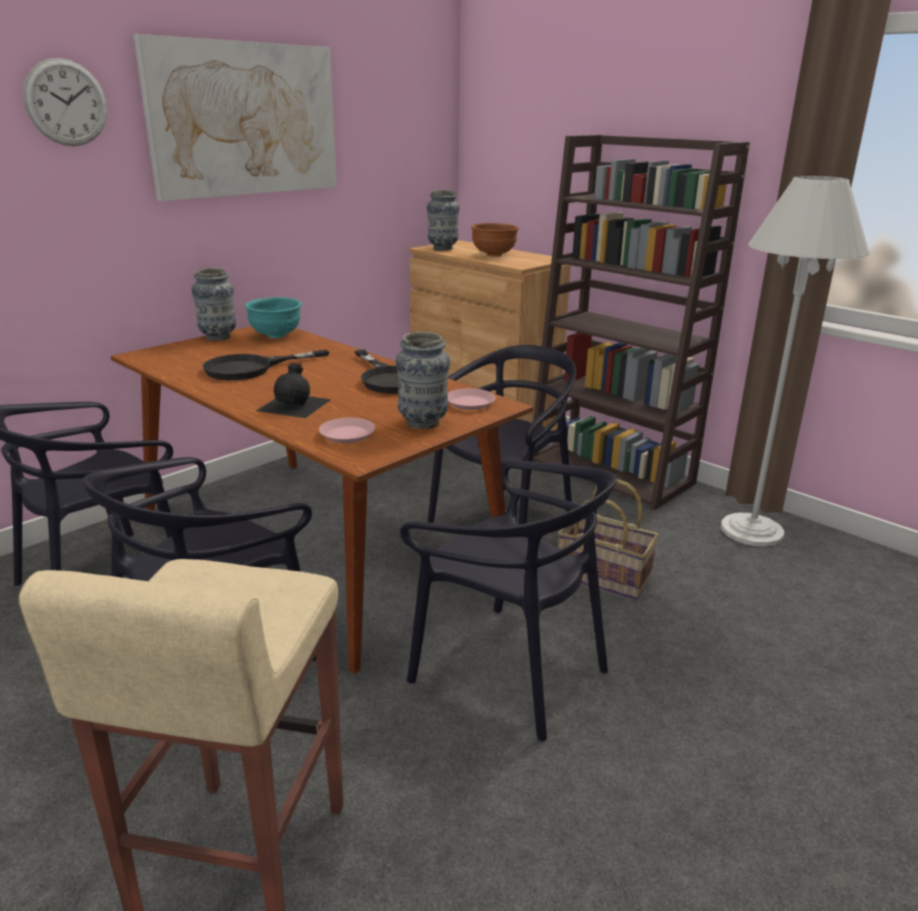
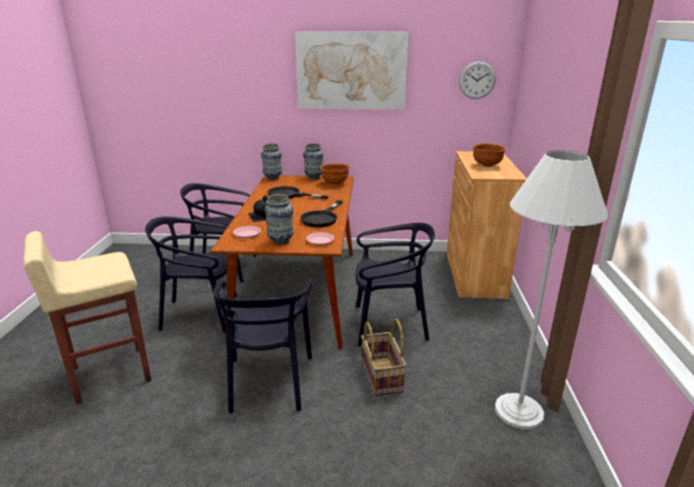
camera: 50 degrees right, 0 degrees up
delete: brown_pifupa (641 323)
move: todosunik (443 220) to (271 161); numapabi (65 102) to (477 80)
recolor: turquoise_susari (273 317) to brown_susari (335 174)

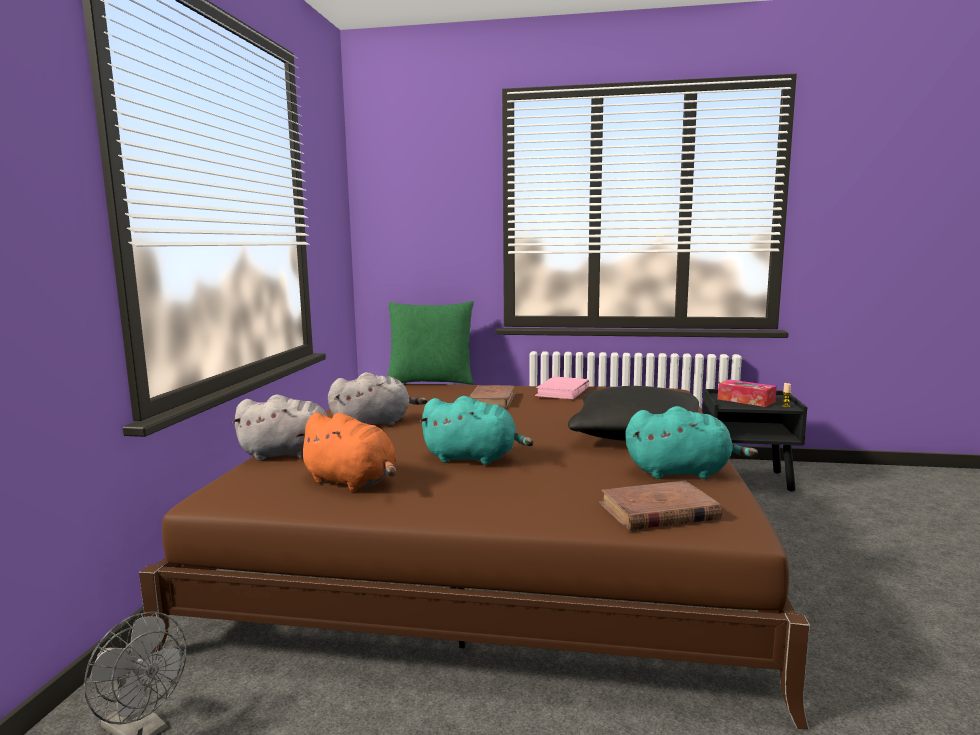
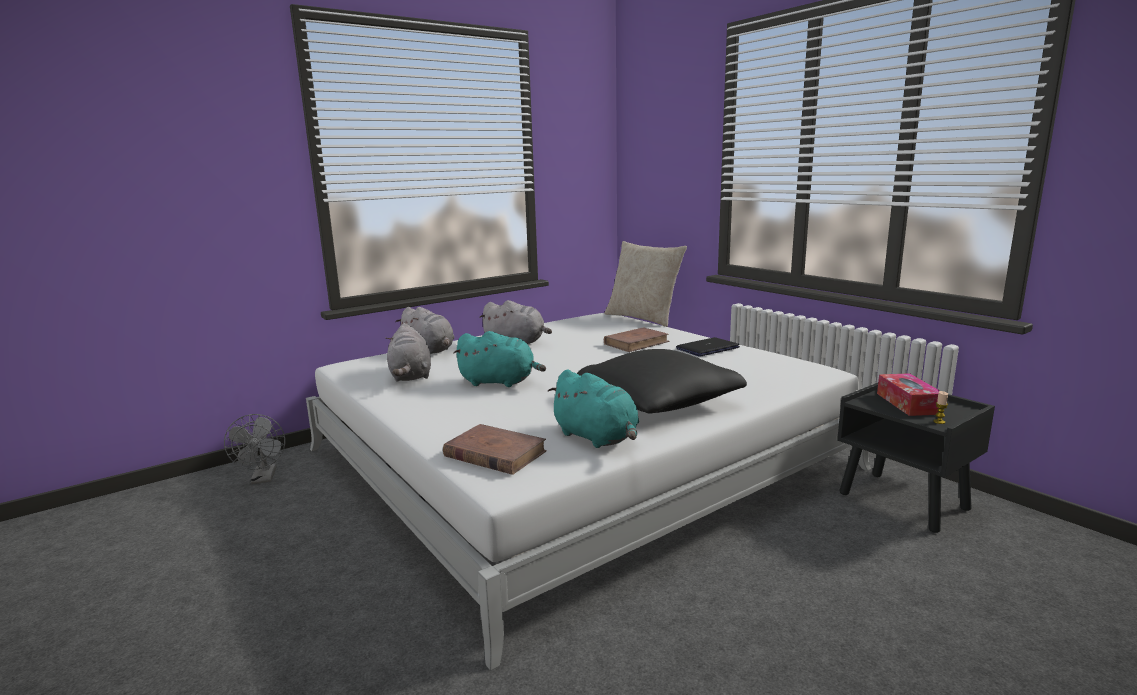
camera: 45 degrees right, 5 degrees up
replace: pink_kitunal (562 388) to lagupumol (708 347)
recolor: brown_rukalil (474 557) to white_rukalil (588 492); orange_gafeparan (346 452) to grey_gafeparan (408 352); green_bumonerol (430 343) to beige_bumonerol (645 284)
rotate: turquoise_gafeparan (476 430) = (499 359) 45 degrees counterclockwise

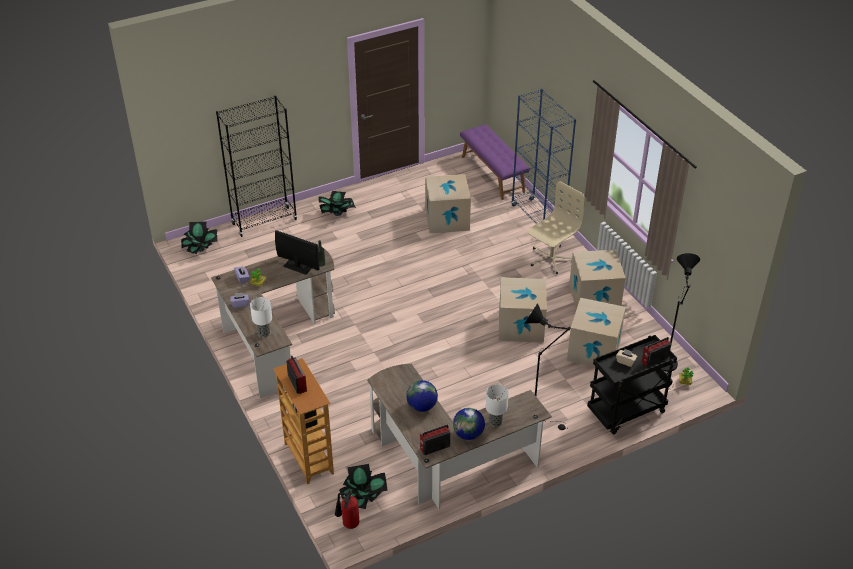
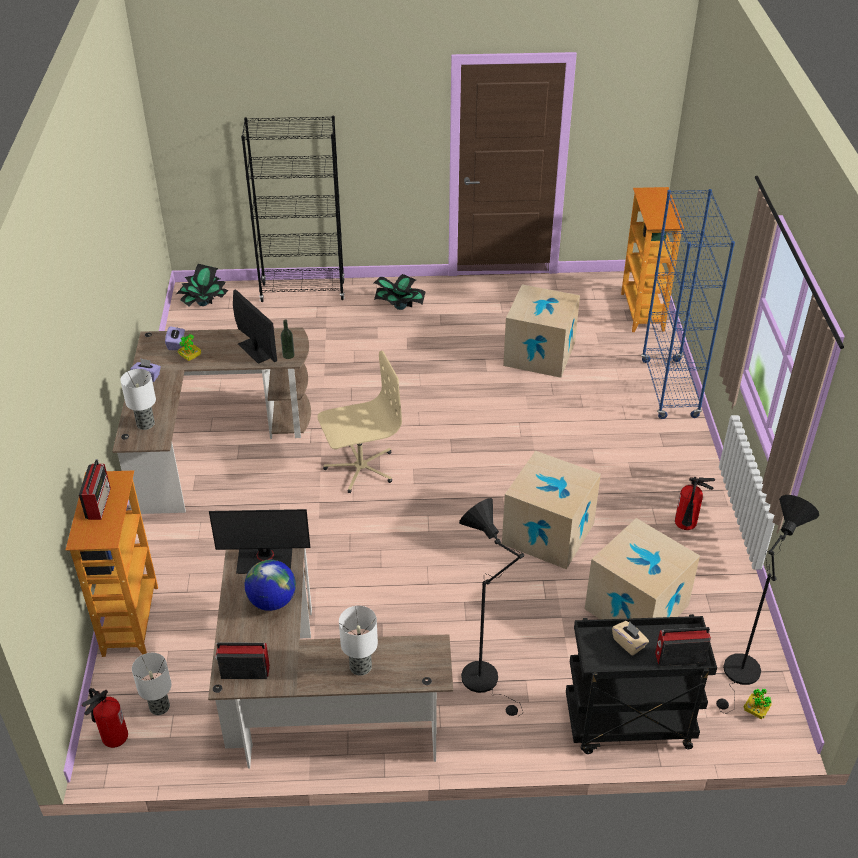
camera: 25 degrees right, 0 degrees up
delete: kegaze (469 424)
insert: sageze (259 541)
move: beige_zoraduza (556 227) to (360 422)
replace: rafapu (363 486) to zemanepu (152 684); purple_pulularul (495 162) to pifupa (653 259); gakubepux (597 279) to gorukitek (695 503)

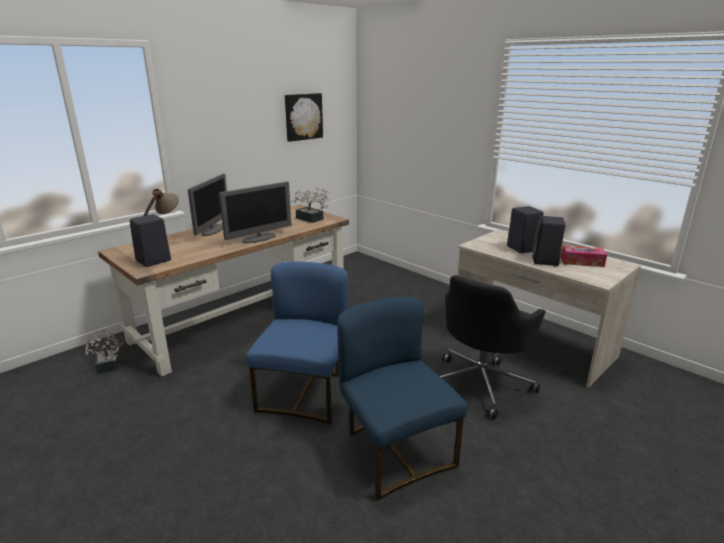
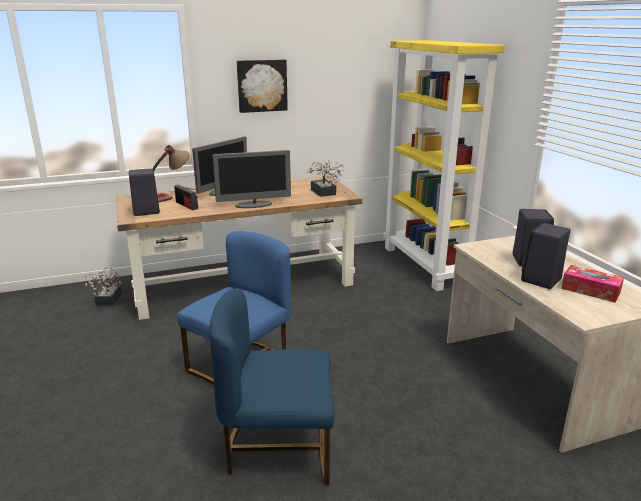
camera: 25 degrees right, 0 degrees up
delete: black_zoraduza (493 347)
insert: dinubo (186 197); yellow_pifupa (444 165)
move: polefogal (304 117) to (262 86)
rotate: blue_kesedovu (402 399) = (272 387) 90 degrees counterclockwise

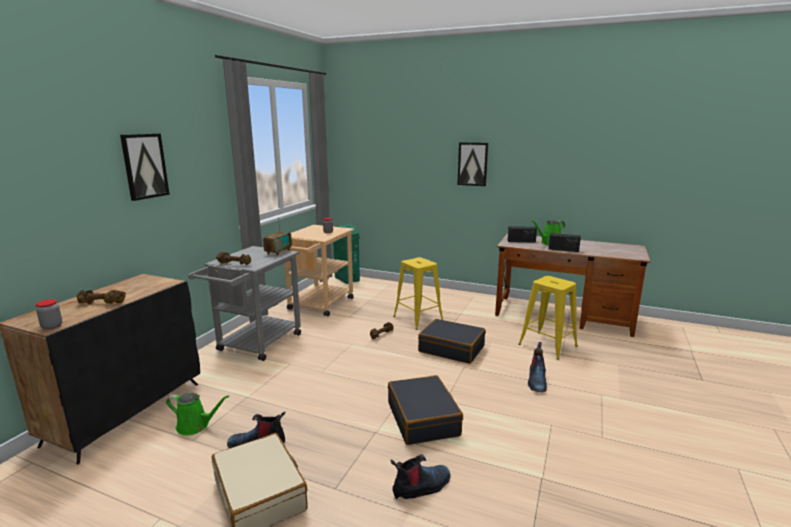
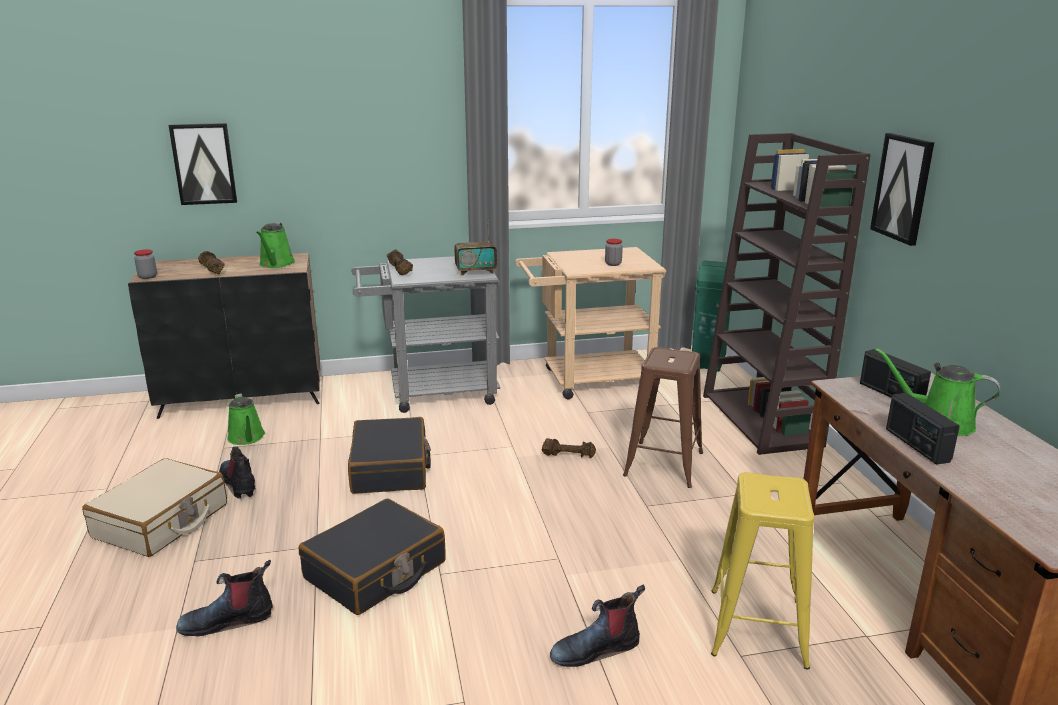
camera: 55 degrees right, 5 degrees up
insert: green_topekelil (275 245); brown_pifupa (787 294)
move: polefogal (145 167) to (202 164); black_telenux (452 341) to (389 455)
recolor: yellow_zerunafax (418 293) to brown_zerunafax (663 417)
rotate: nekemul (420 476) = (224 598) 135 degrees clockwise

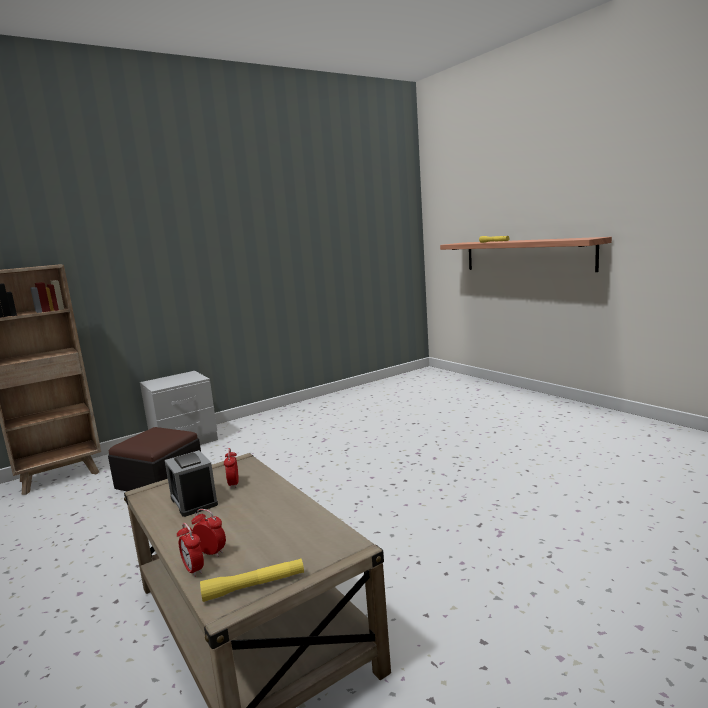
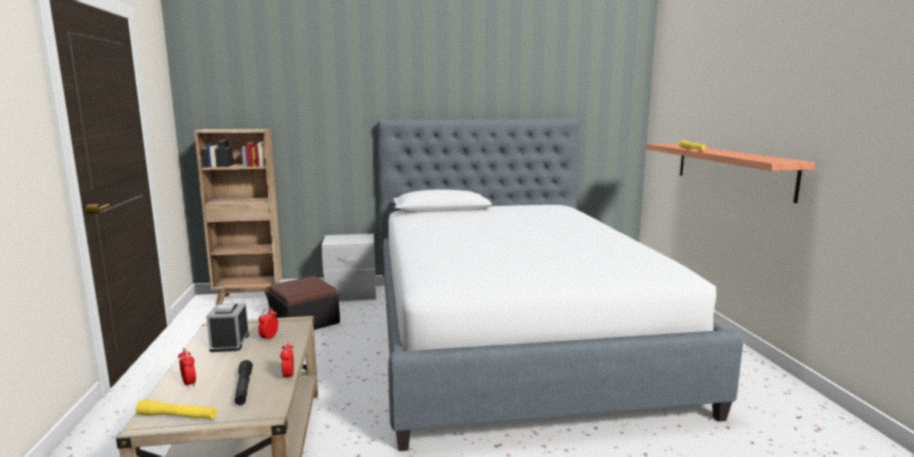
camera: 25 degrees right, 0 degrees up
insert: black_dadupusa (244 382); rukalil (560 284)
move: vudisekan (190 550) to (287 360)

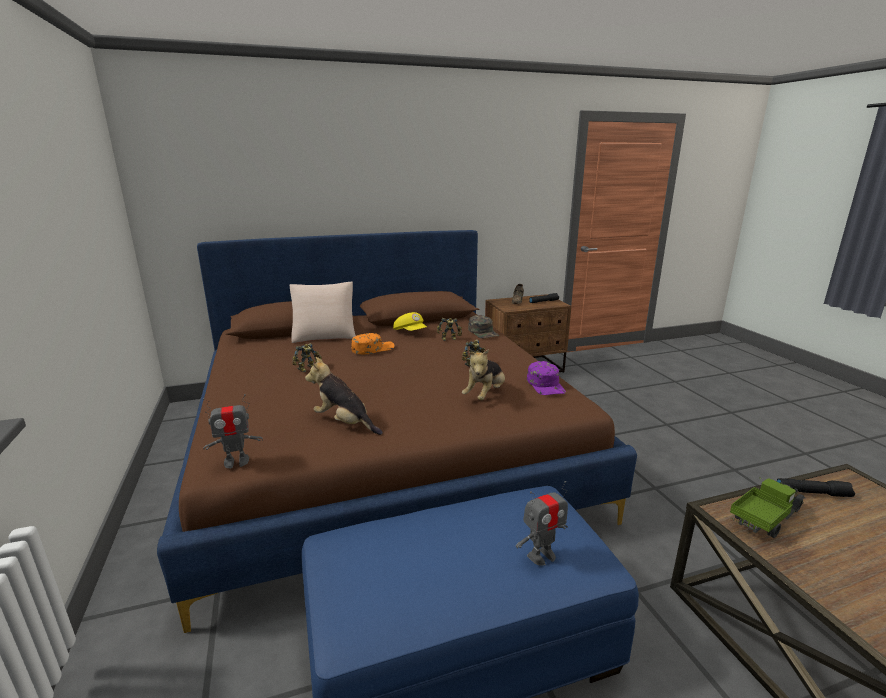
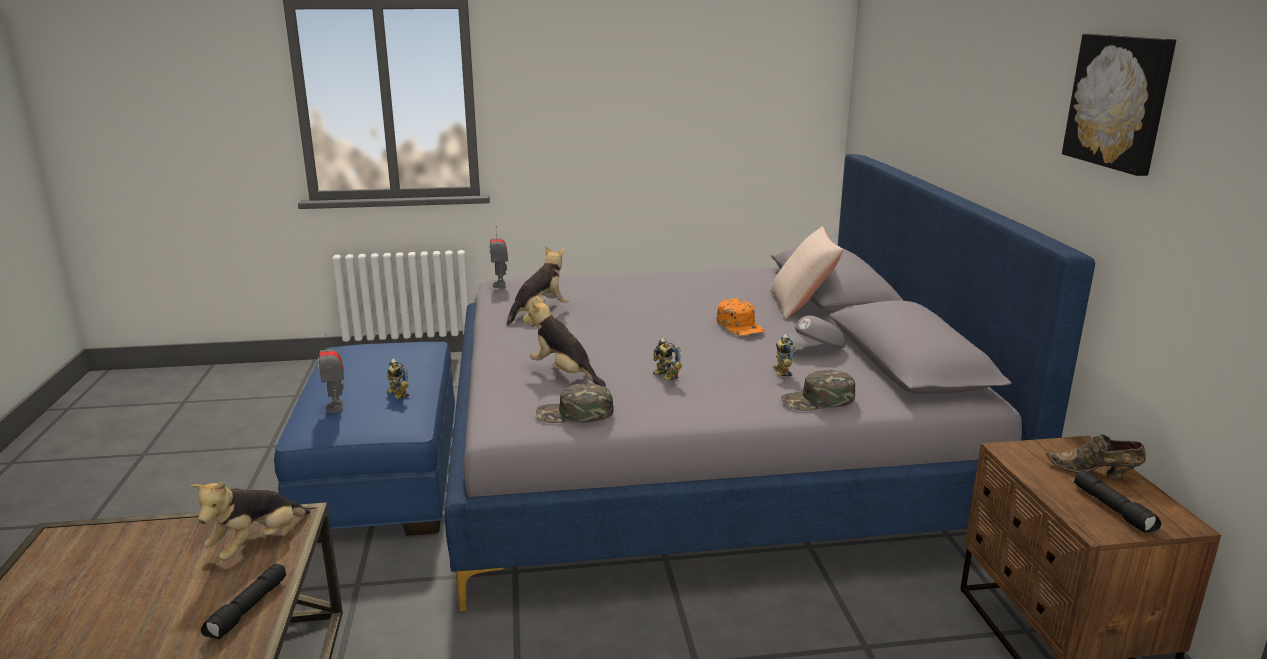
camera: 100 degrees right, 0 degrees up
insert: polefogal (1119 105)
move: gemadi (307 357) to (398 379)
replace: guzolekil (767 507) to gafeparan (250 521)
recolor: brown_rukalil (397 431) to grey_rukalil (769 382); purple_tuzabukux (546 378) to green_tuzabukux (575 403); yellow_tuzabukux (410 321) to grey_tuzabukux (816 332)

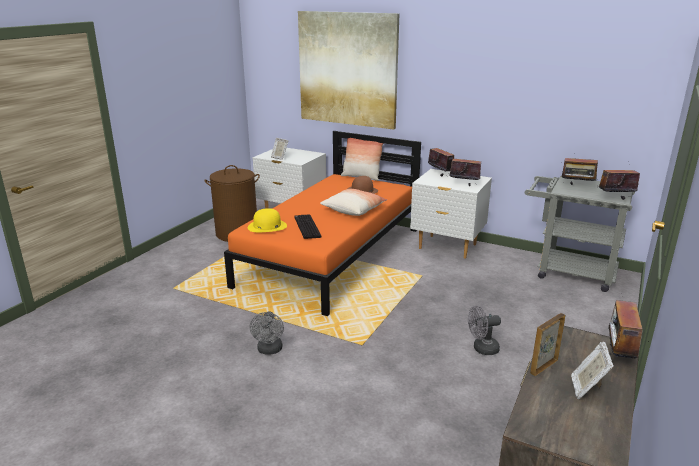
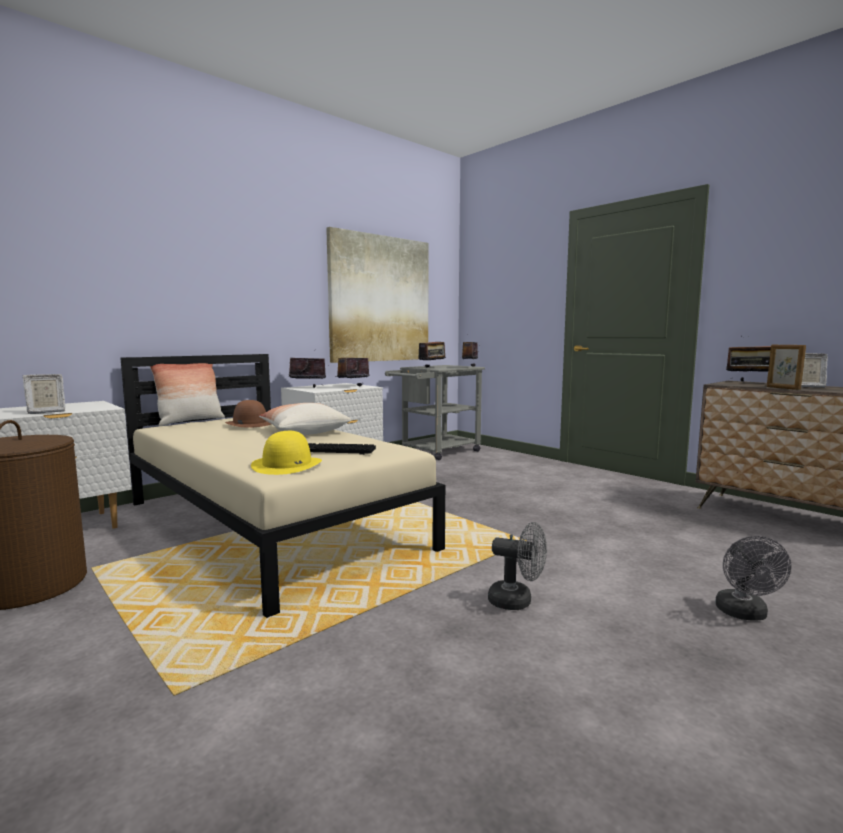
camera: 70 degrees left, 15 degrees down
move: polefogal (348 70) to (377 295); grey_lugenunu (484 330) to (753 578)
recolor: orange_rukalil (322 223) to beige_rukalil (282 486)

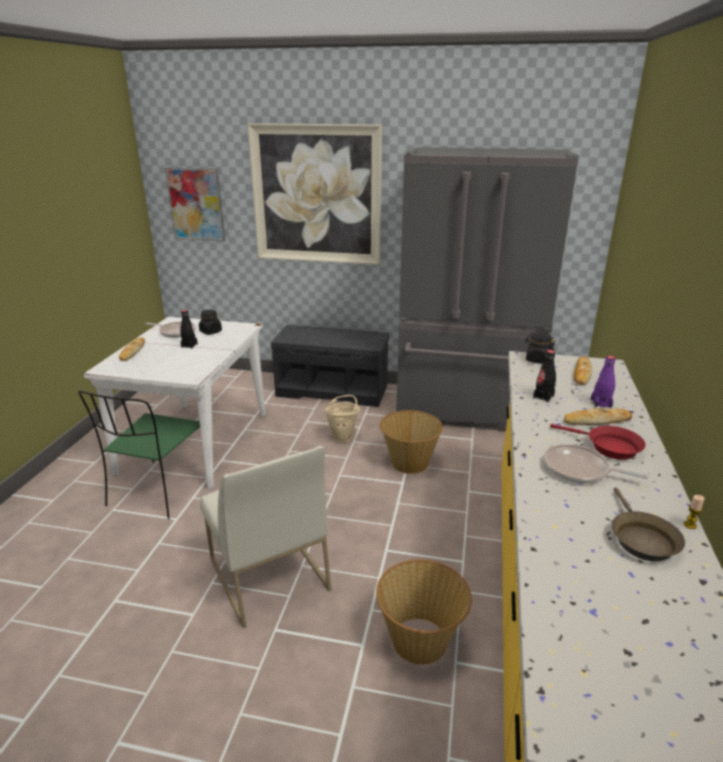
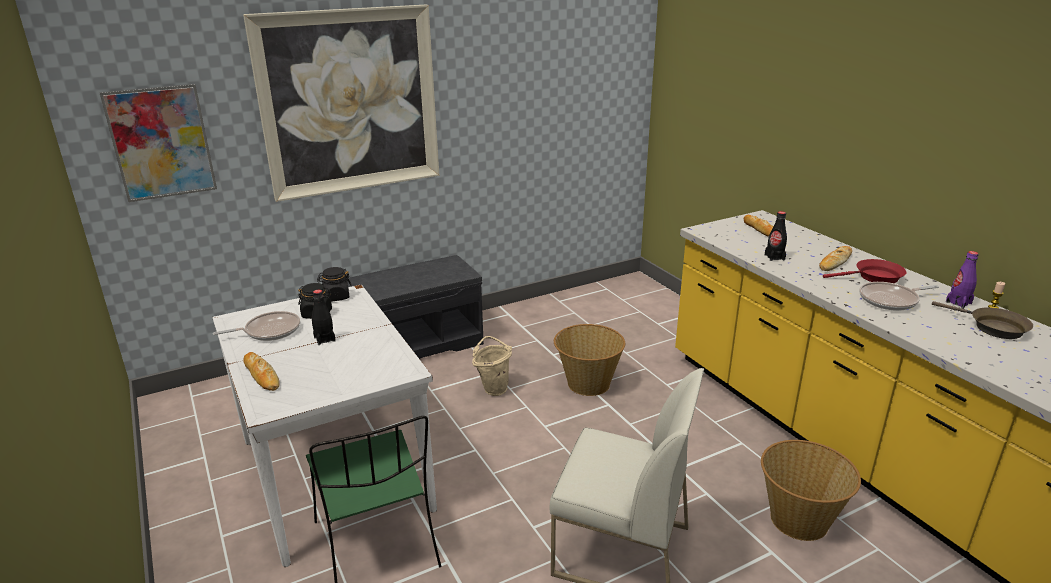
camera: 40 degrees left, 0 degrees up
delete: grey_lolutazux (487 289)
move: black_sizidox (540 348) to (334 284); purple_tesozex (603 381) to (962 279)

